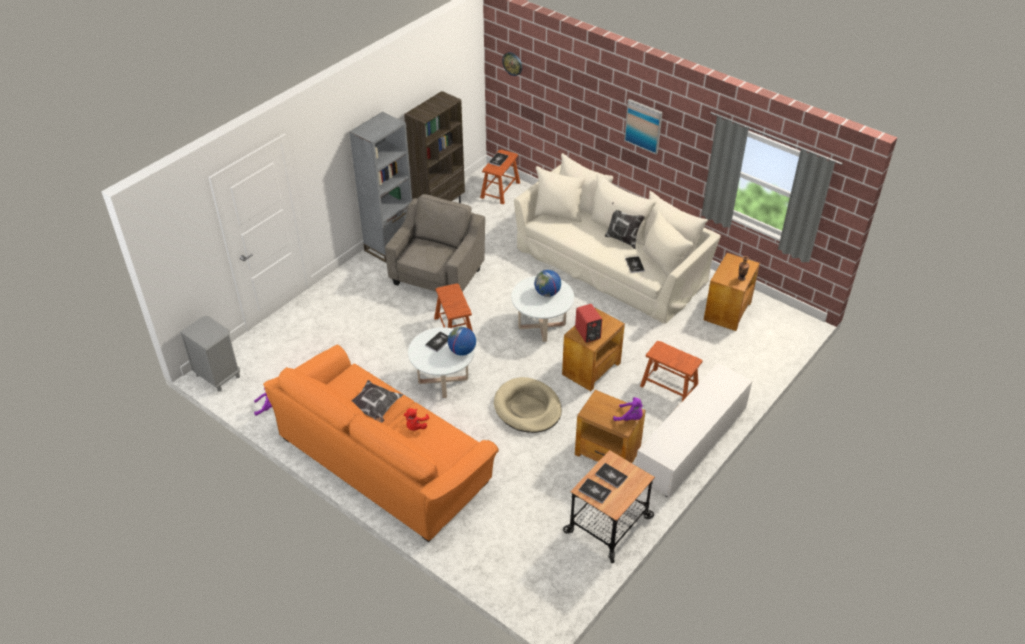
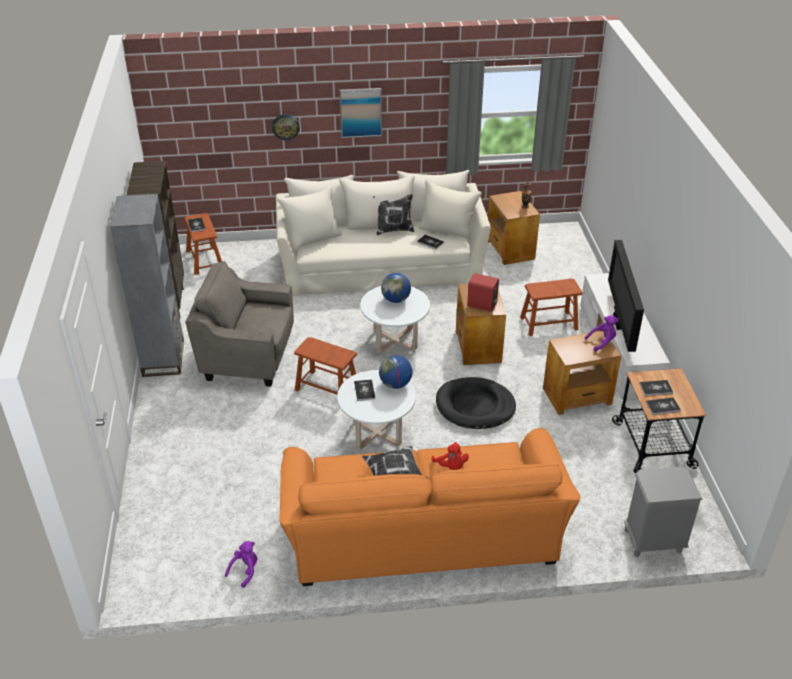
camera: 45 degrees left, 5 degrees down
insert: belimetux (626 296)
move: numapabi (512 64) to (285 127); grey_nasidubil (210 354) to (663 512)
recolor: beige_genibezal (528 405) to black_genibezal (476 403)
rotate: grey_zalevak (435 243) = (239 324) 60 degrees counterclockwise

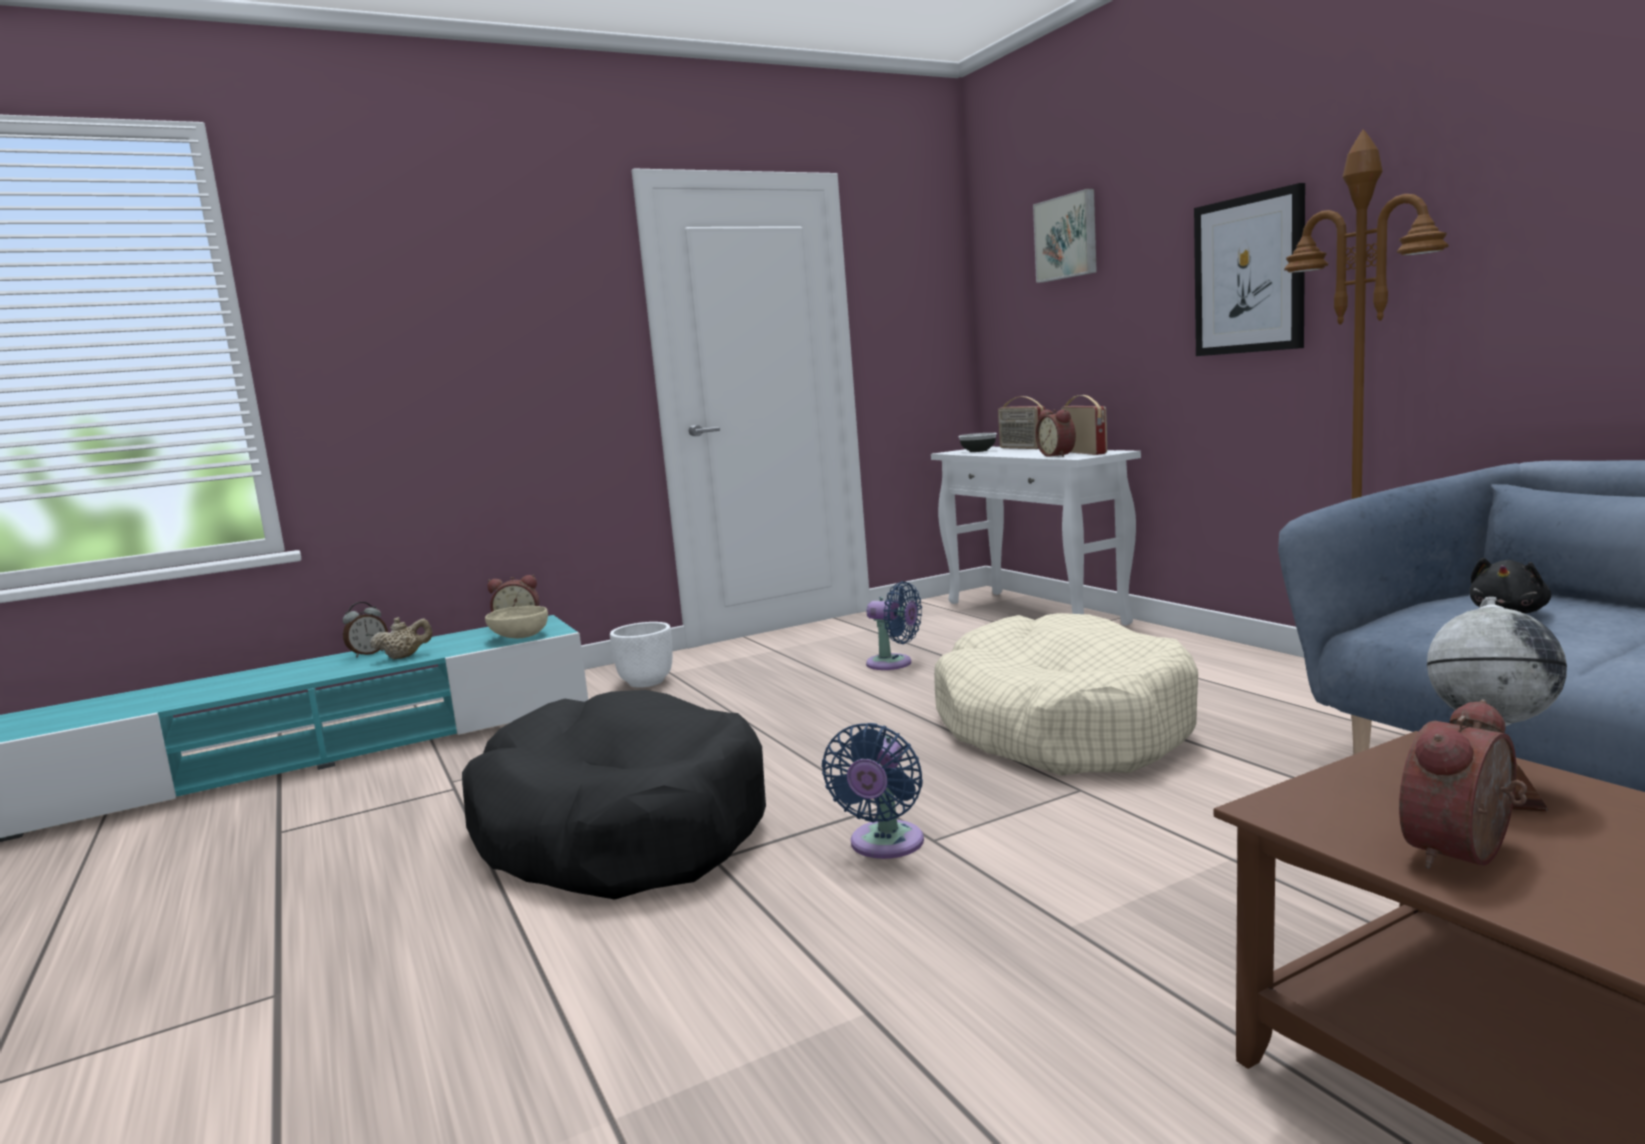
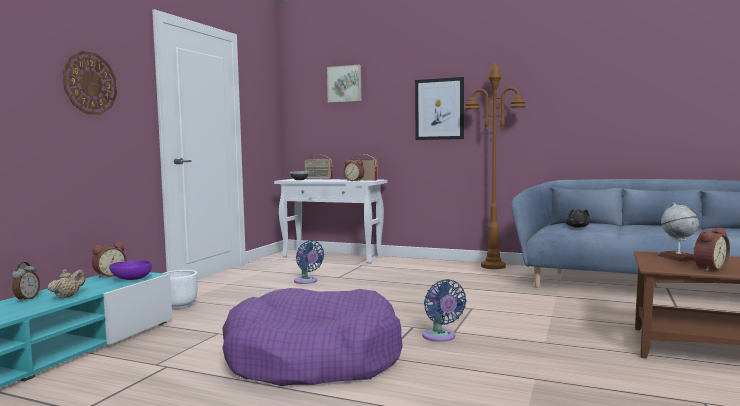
camera: 40 degrees left, 5 degrees down
delete: beige_genibezal (1066 694)
insert: numapabi (90 83)
recolor: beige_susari (516 622) to purple_susari (130 270); black_genibezal (614 795) to purple_genibezal (312 337)
rotate: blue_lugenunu (894 625) = (309 262) 60 degrees clockwise; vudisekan (1463 784) = (711 249) 135 degrees counterclockwise

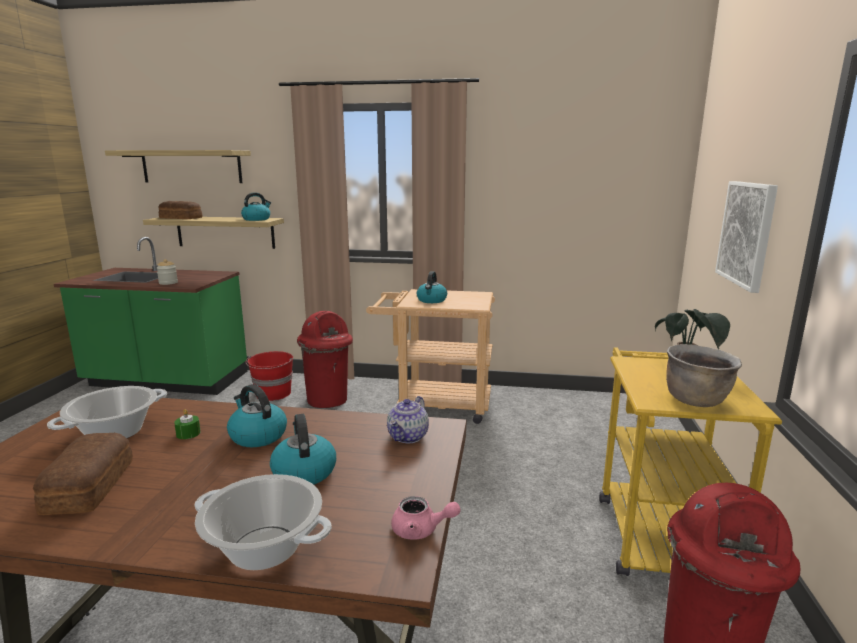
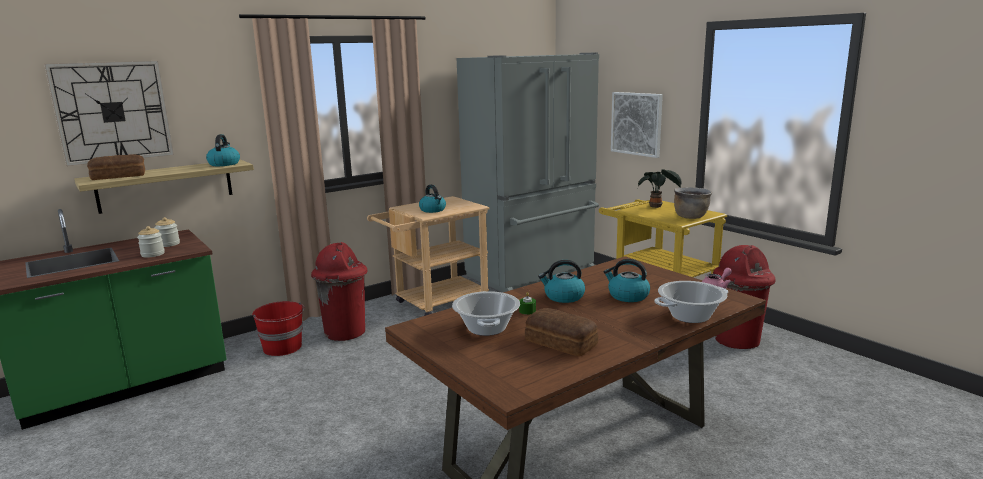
camera: 45 degrees left, 0 degrees up
delete: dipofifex (408 419)
insert: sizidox (167 232); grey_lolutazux (528 172)
replace: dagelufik (178 166) to numapabi (109 113)

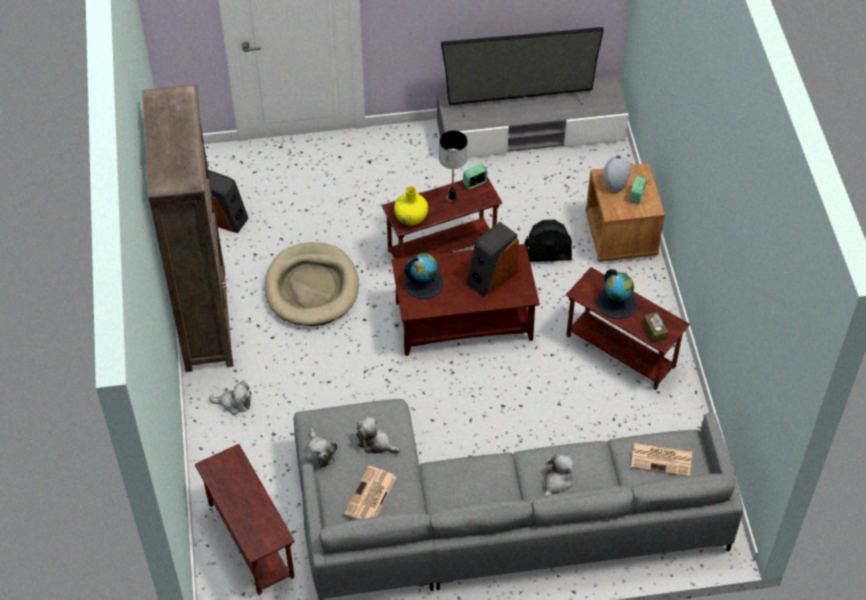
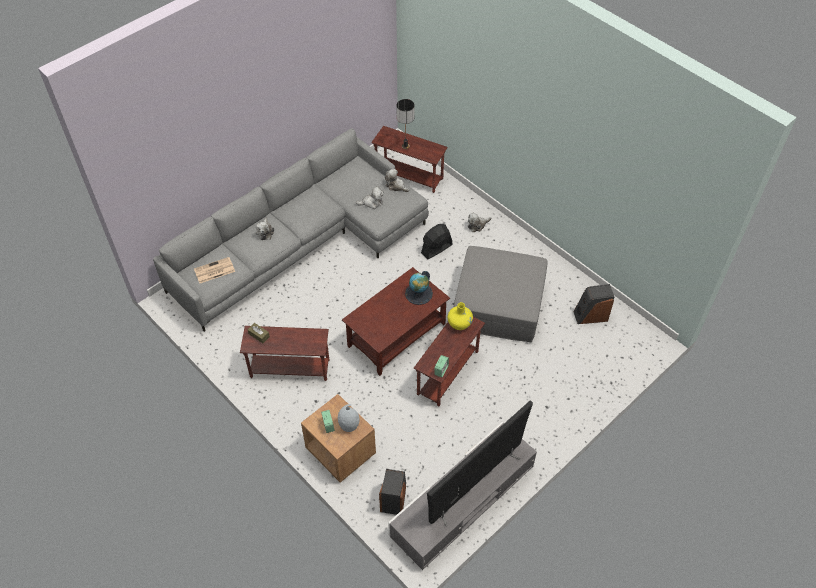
camera: 145 degrees right, 0 degrees up
delete: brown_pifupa (187 228); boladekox (370 492); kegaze (617 294)
move: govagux (493 259) to (392 492); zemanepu (453 167) to (406 124); black_lugenunu (548 241) to (437 241)
replace: beige_genibezal (312 284) to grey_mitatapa (500 294)

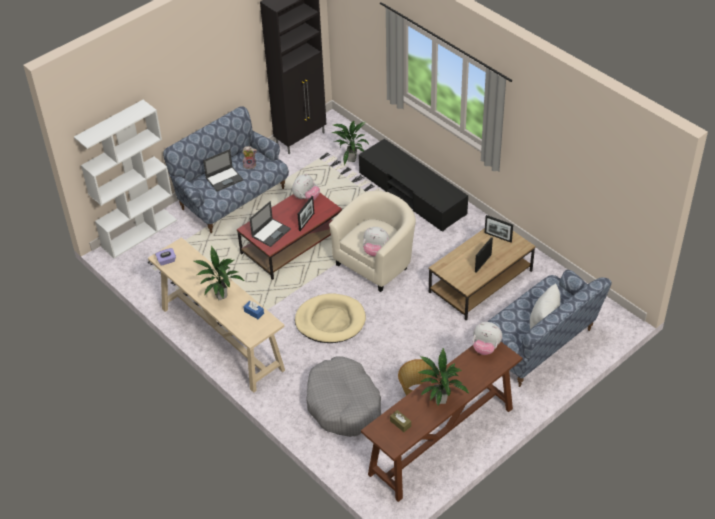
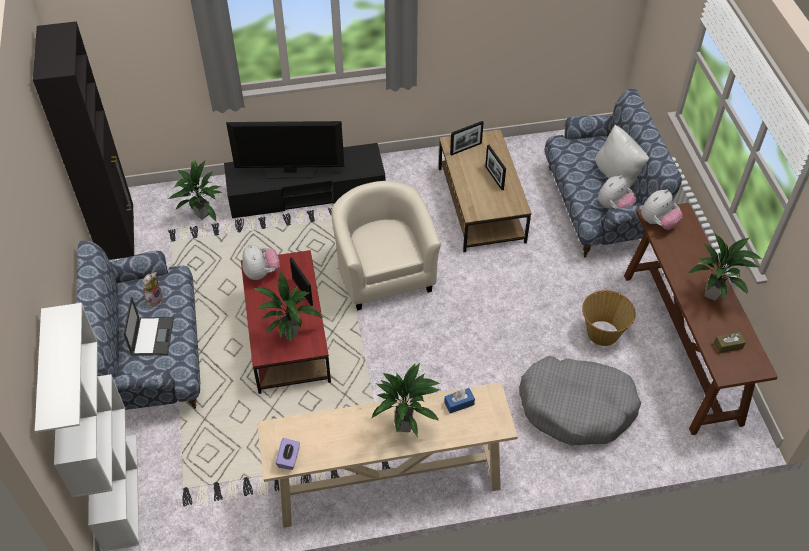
camera: 60 degrees left, 5 degrees up
delete: beige_genibezal (330 318)
insert: belimetux (285 150)
move: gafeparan (376 241) to (617 192)
replace: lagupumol (270 224) to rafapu (288 306)

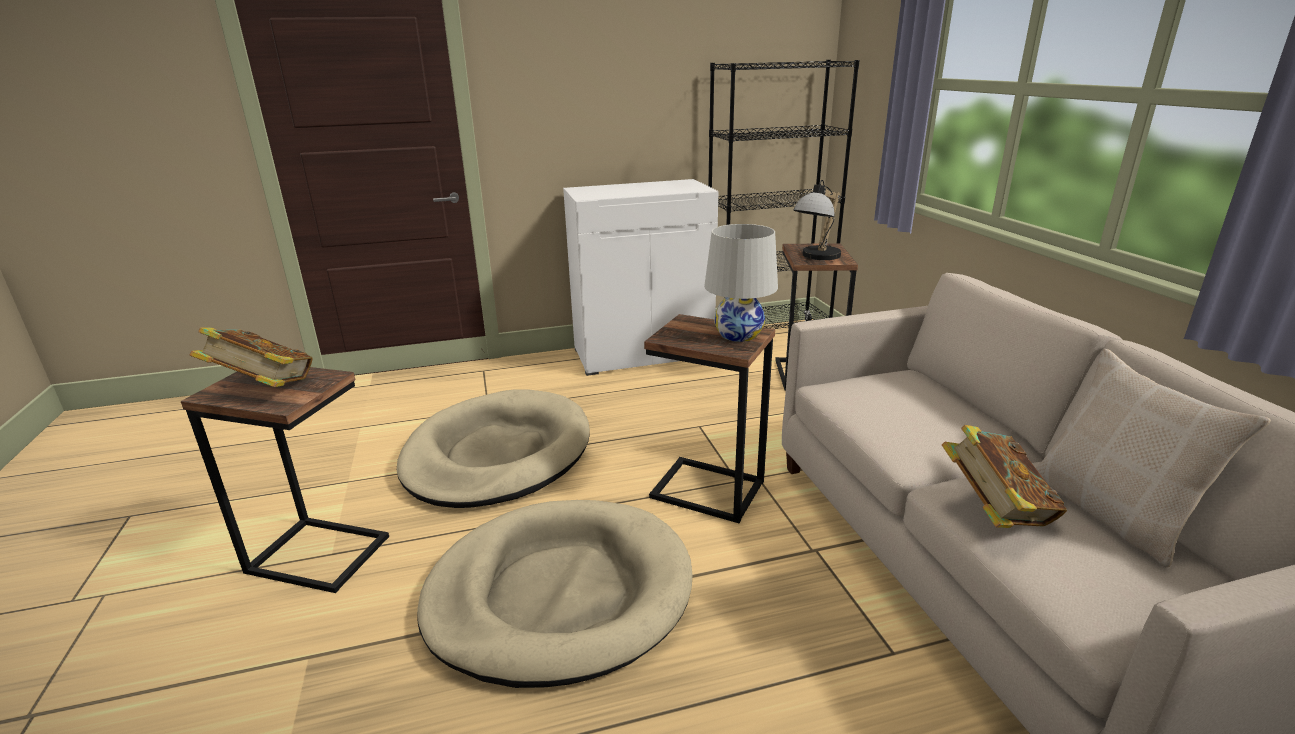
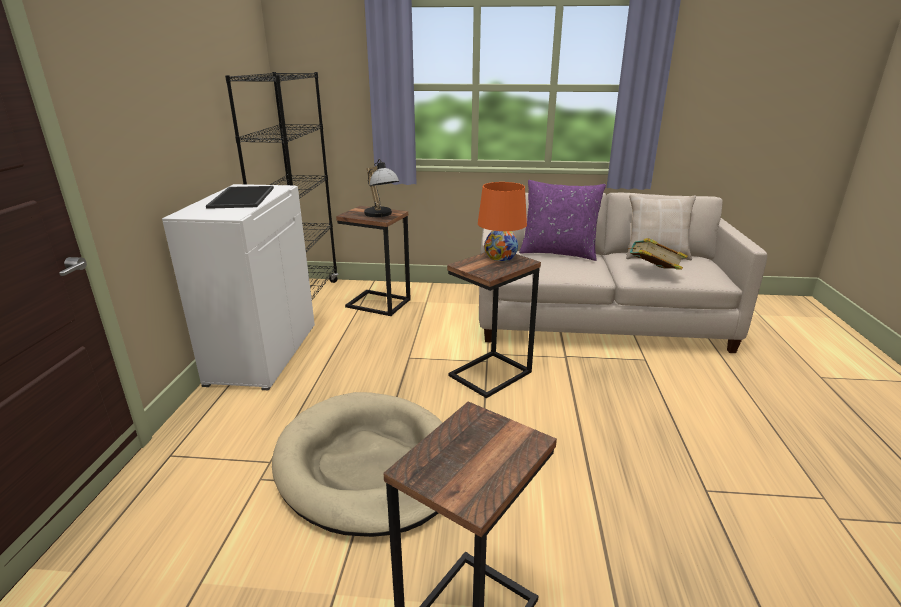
camera: 70 degrees left, 0 degrees up
delete: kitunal (251 357); beige_genibezal (554 594)
insert: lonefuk (240 197); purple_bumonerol (562 220)
recolor: white_zemanepu (741 283) to orange_zemanepu (502 221)

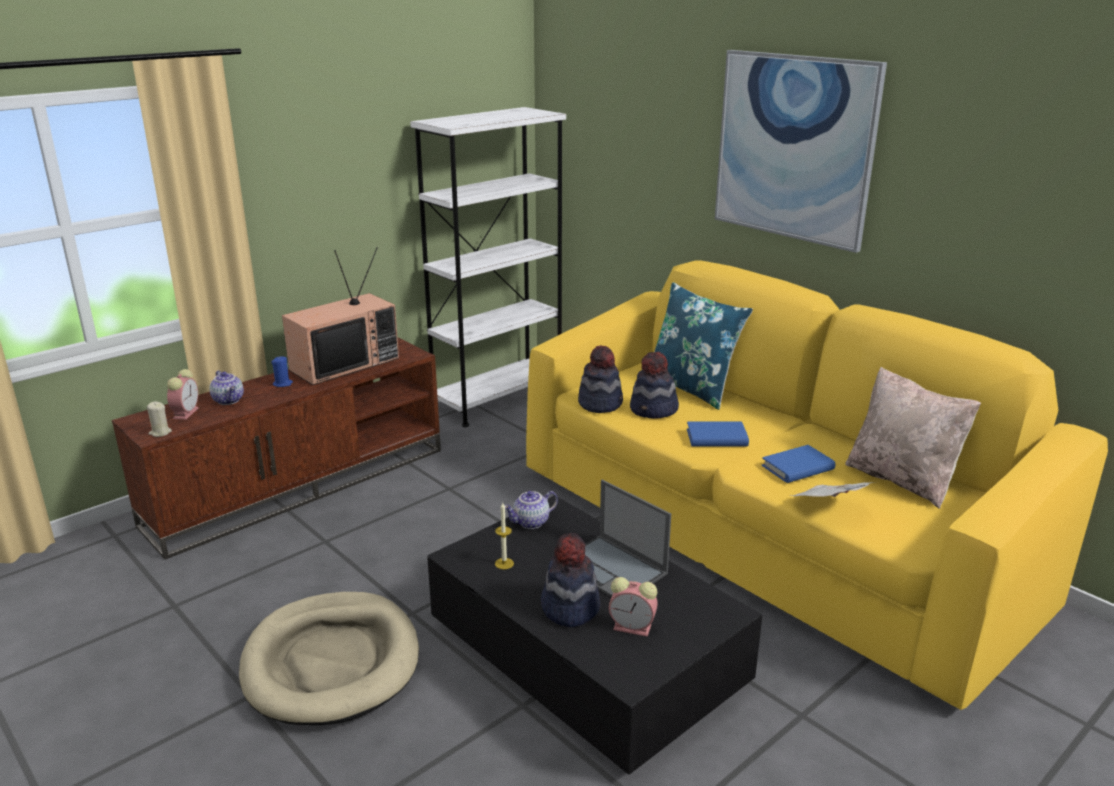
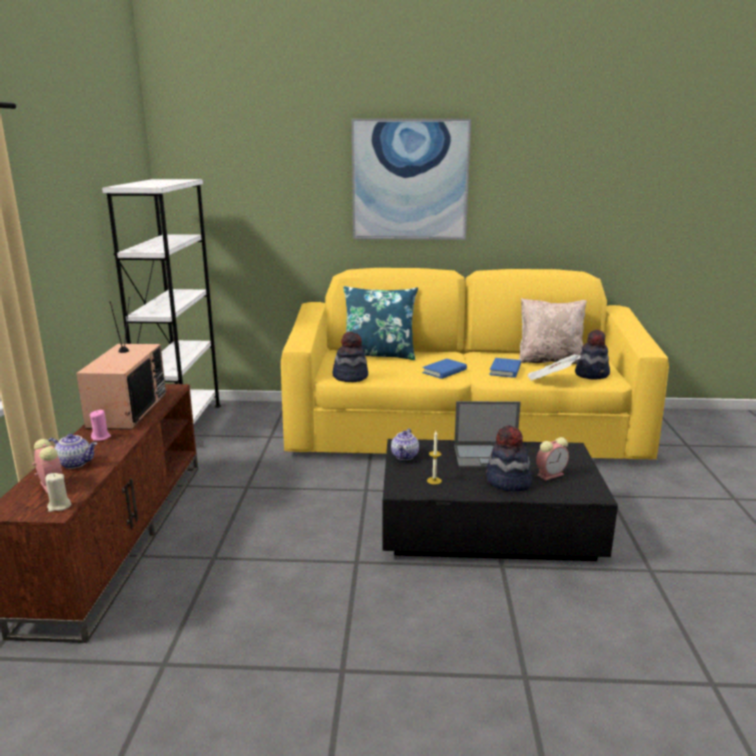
camera: 45 degrees left, 5 degrees down
delete: beige_genibezal (329 658)
move: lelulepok (654 385) to (592 354)
recolor: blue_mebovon (282 371) to pink_mebovon (100 425)

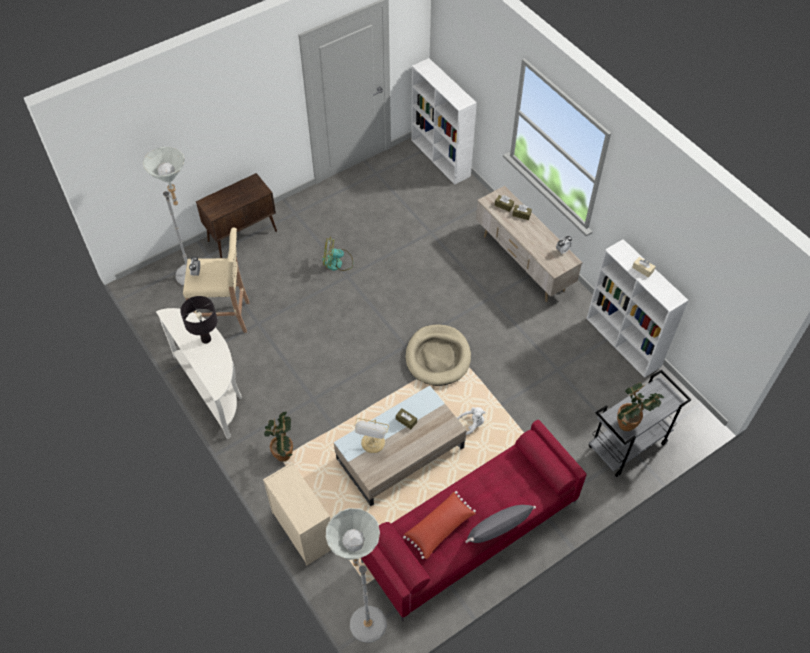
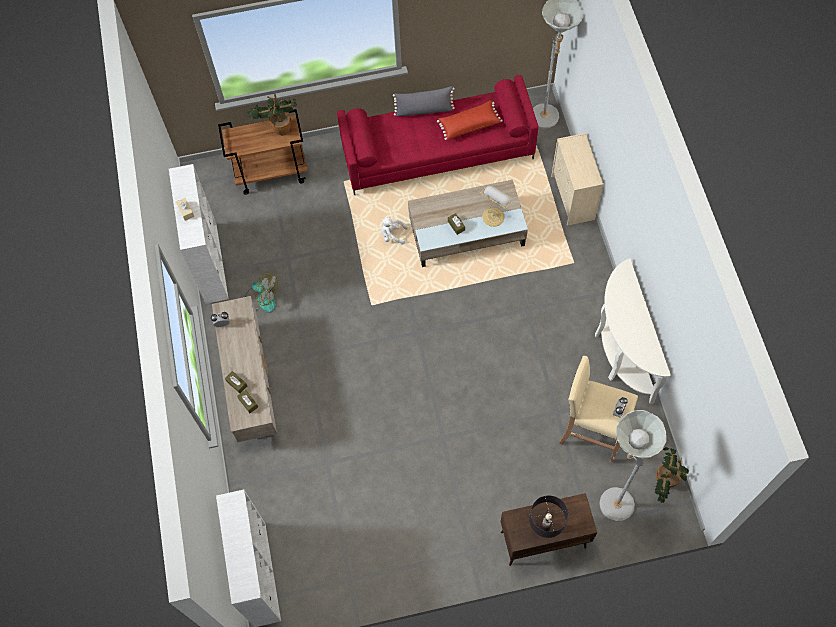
camera: 155 degrees left, 10 degrees up
delete: beige_genibezal (438 355)
move: lugenunu (337 254) to (261 293); black_zemanepu (199 320) to (548 516); rafapu (278 437) to (672 475)
recolor: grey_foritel (640 423) to brown_foritel (263 152)

